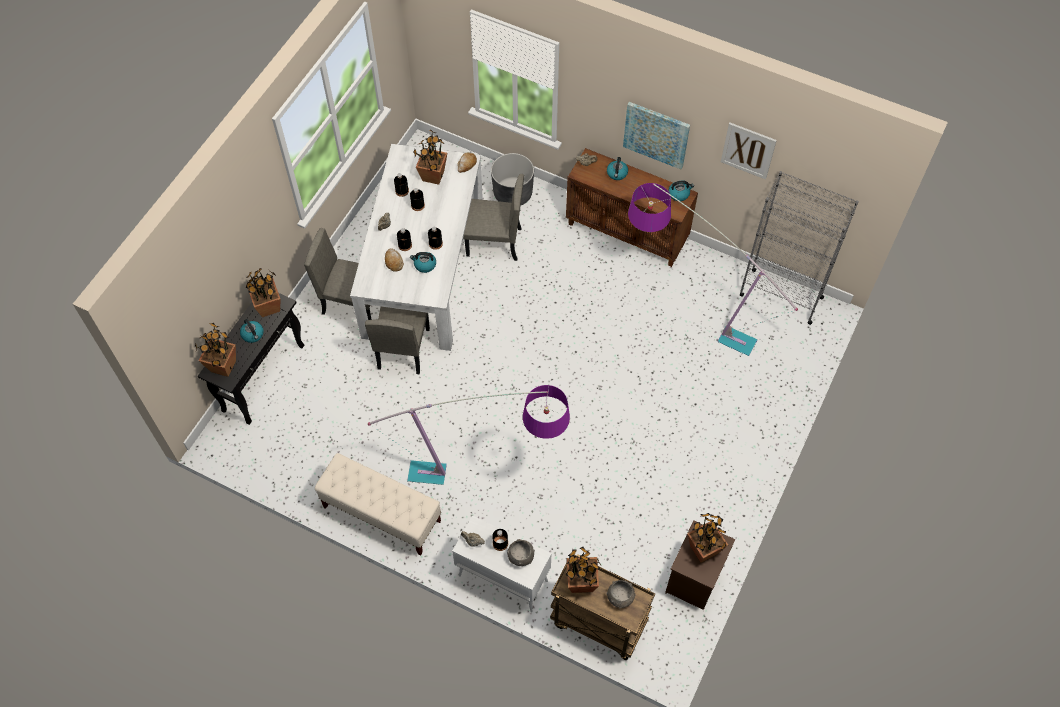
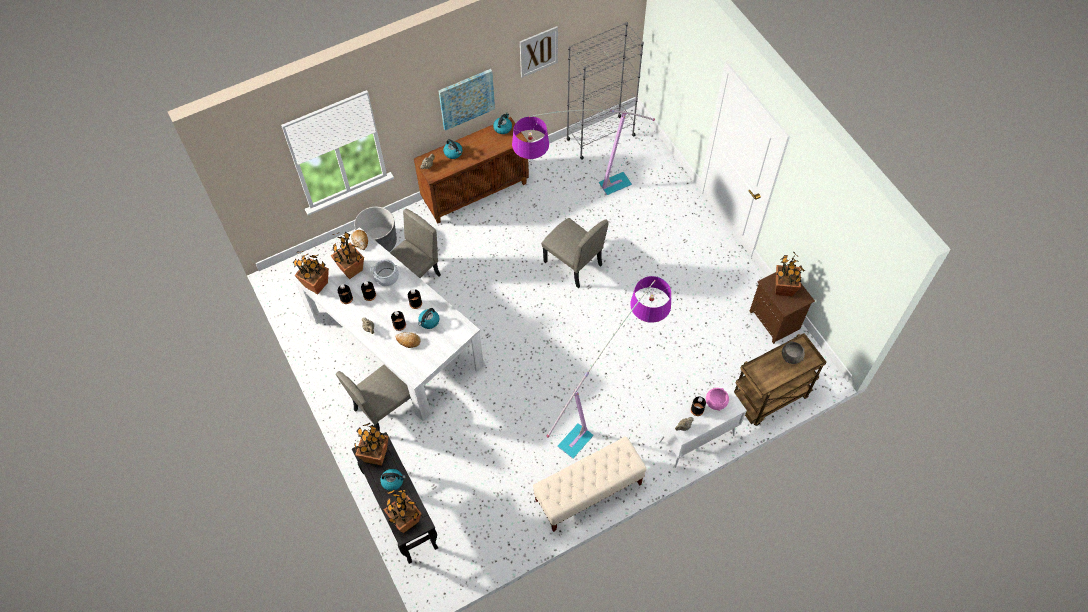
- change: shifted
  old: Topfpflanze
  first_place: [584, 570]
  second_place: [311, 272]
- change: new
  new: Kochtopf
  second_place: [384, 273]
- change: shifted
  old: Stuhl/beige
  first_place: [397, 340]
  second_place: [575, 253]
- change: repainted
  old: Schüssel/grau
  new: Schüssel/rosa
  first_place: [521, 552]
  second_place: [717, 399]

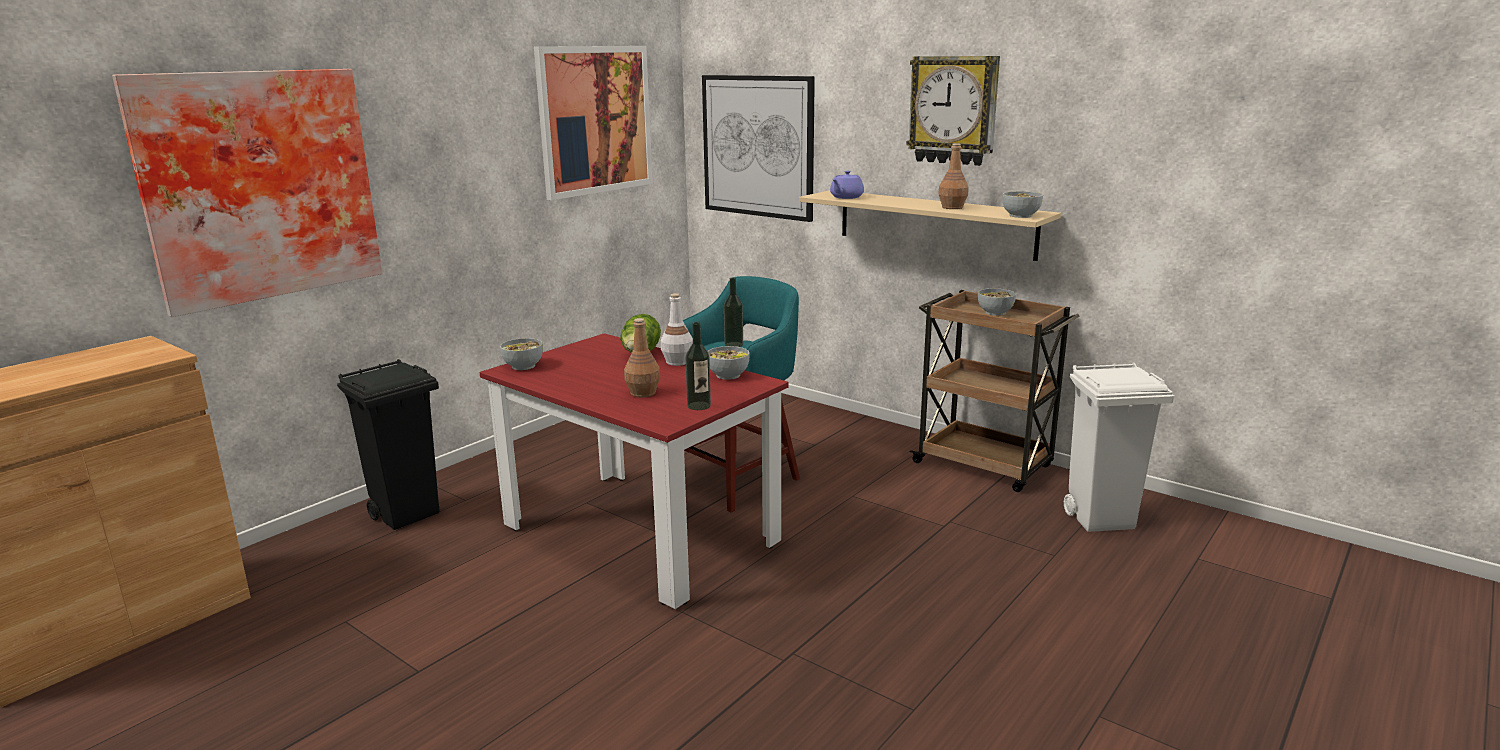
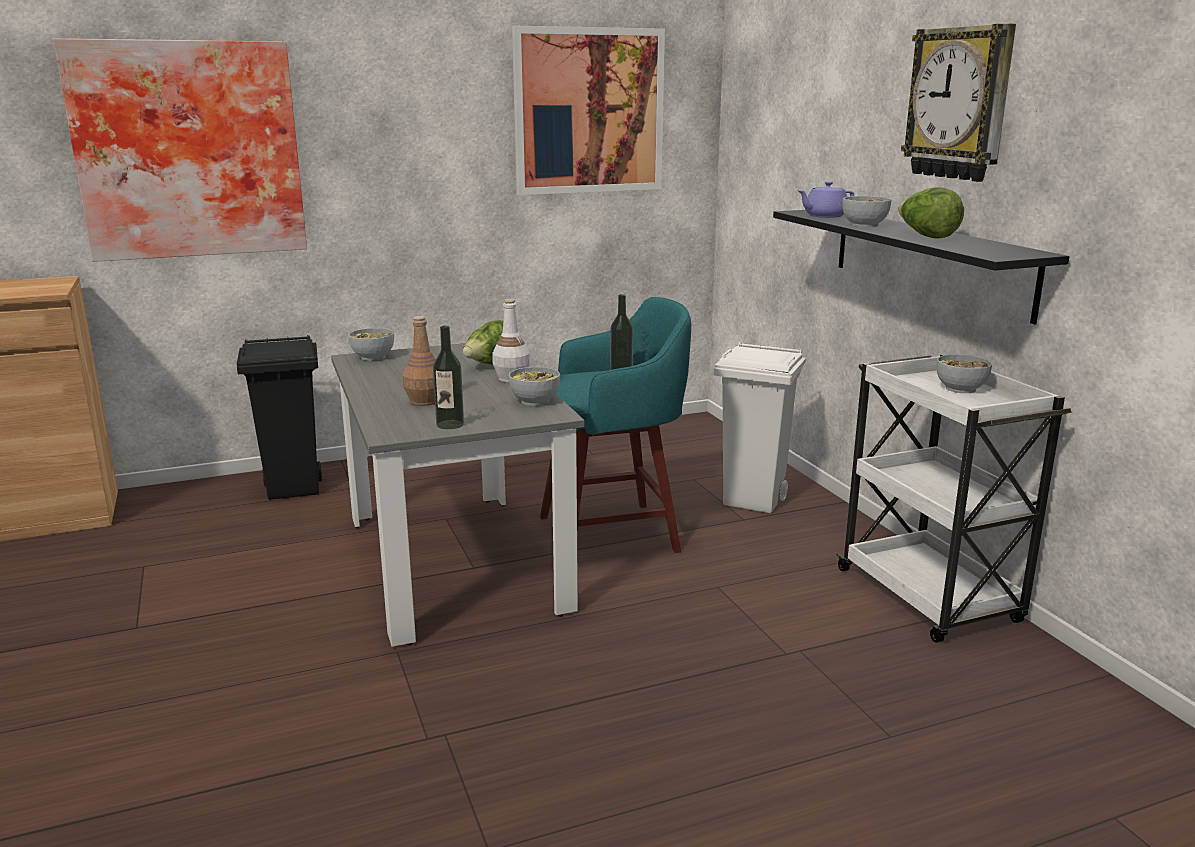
- change: repainted
  old: Esstisch/rot
  new: Esstisch/grau
  first_place: [633, 471]
  second_place: [458, 495]
- change: shifted
  old: Mülleimer/weiß
  first_place: [1119, 447]
  second_place: [760, 427]
- change: repainted
  old: Wandregal/beige
  new: Wandregal/schwarz
  first_place: [930, 225]
  second_place: [921, 267]
- change: repainted
  old: Rollwagen/braun
  new: Rollwagen/weiß
  first_place: [994, 391]
  second_place: [953, 498]
- change: shifted
  old: Schüssel
  first_place: [1022, 204]
  second_place: [866, 211]
- change: swapped
  old: Flasche/braun
  new: Salatkopf
  first_place: [953, 176]
  second_place: [931, 213]
- change: gone
  old: Bild
  first_place: [758, 148]

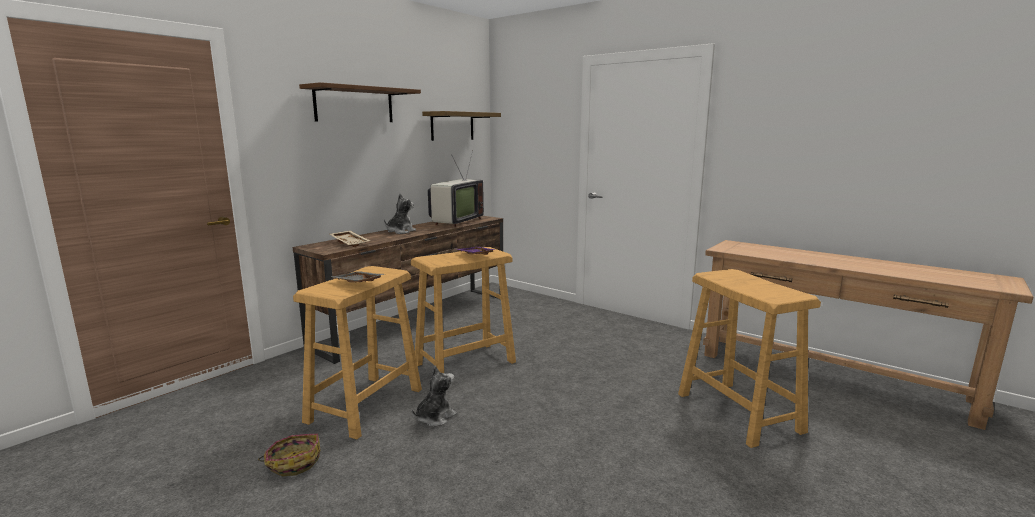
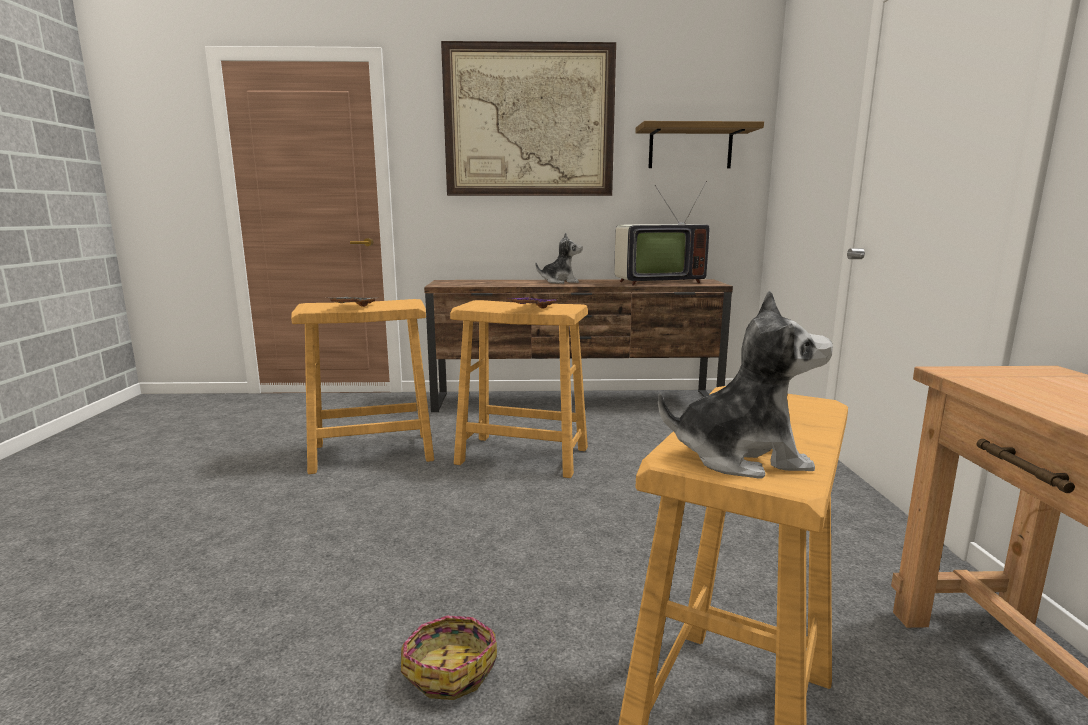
- change: shifted
  old: Korb
  first_place: [289, 455]
  second_place: [449, 658]
- change: swapped
  old: Wandregal/braun
  new: Bild
  first_place: [360, 102]
  second_place: [528, 118]
- change: shifted
  old: Plüschtier
  first_place: [434, 396]
  second_place: [745, 384]
- change: gone
  old: Tablett/beige
  first_place: [350, 239]

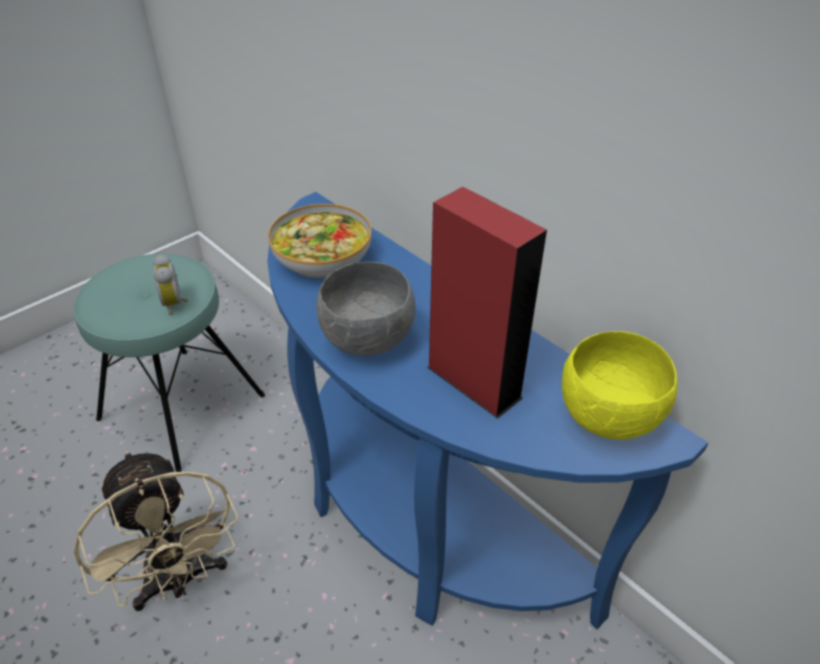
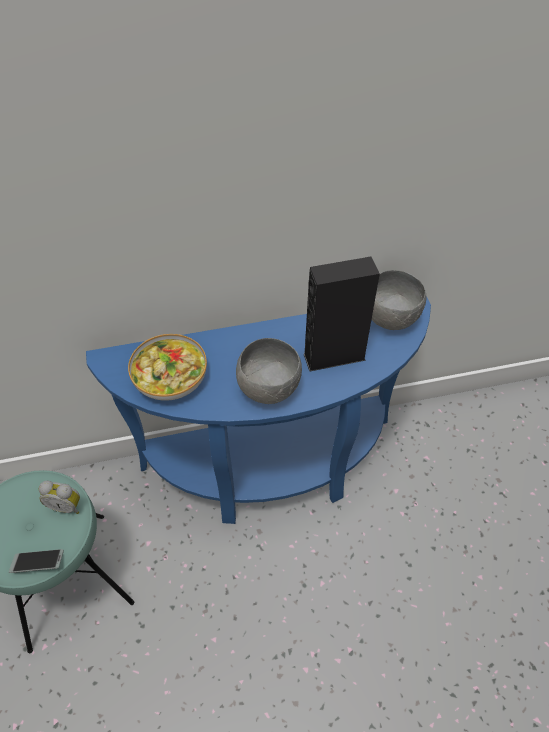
- change: new
  new: Handy
  second_place: [36, 561]
- change: repainted
  old: Lautsprecher/rot
  new: Lautsprecher/schwarz
  first_place: [487, 303]
  second_place: [342, 314]
- change: repainted
  old: Schüssel/gelb
  new: Schüssel/grau
  first_place: [620, 385]
  second_place: [399, 300]
- change: gone
  old: Ventilator/beige
  first_place: [156, 531]

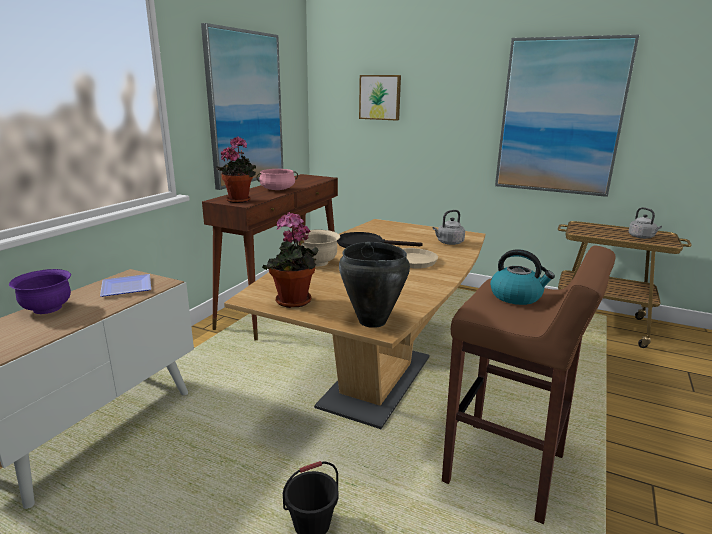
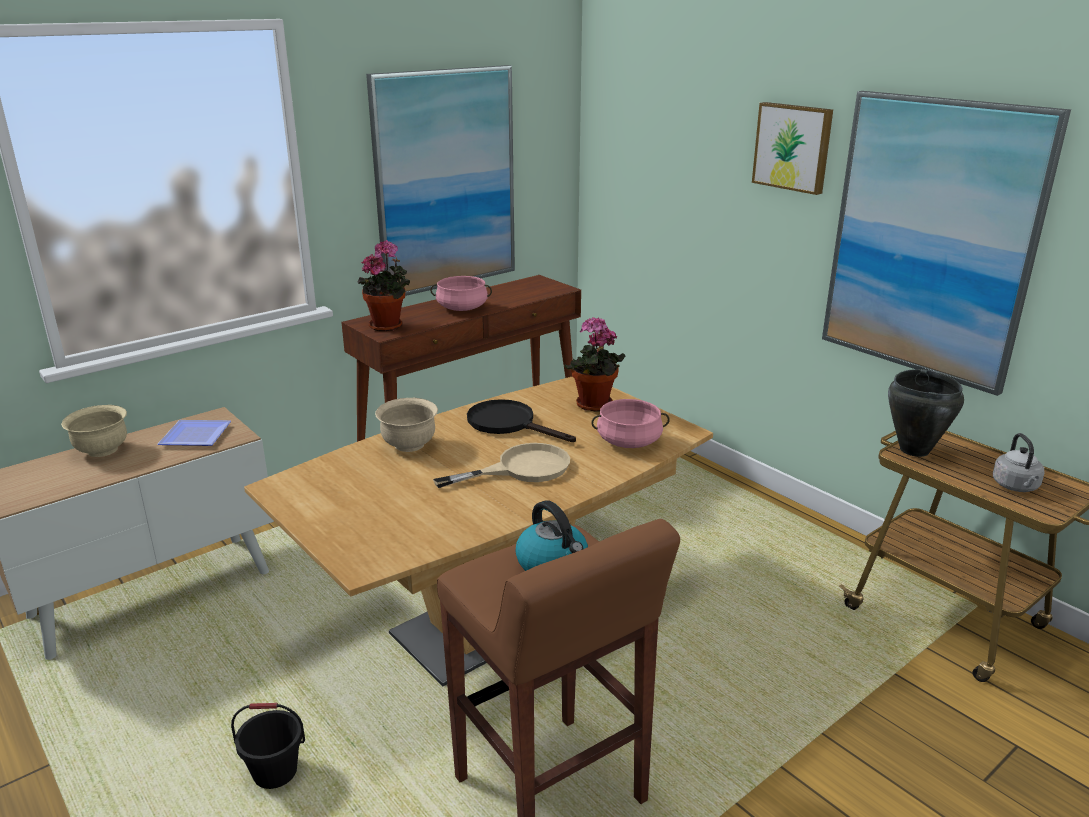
- change: repainted
  old: Schüssel/lila
  new: Schüssel/beige
  first_place: [40, 291]
  second_place: [94, 431]
- change: shifted
  old: Topfpflanze
  first_place: [290, 260]
  second_place: [594, 364]
- change: swapped
  old: Wasserkessel/grau
  new: Kochtopf/rosa
  first_place: [449, 227]
  second_place: [630, 423]
- change: shifted
  old: Bild
  first_place: [380, 98]
  second_place: [792, 148]
- change: shifted
  old: Kochtopf/schwarz
  first_place: [374, 285]
  second_place: [926, 413]

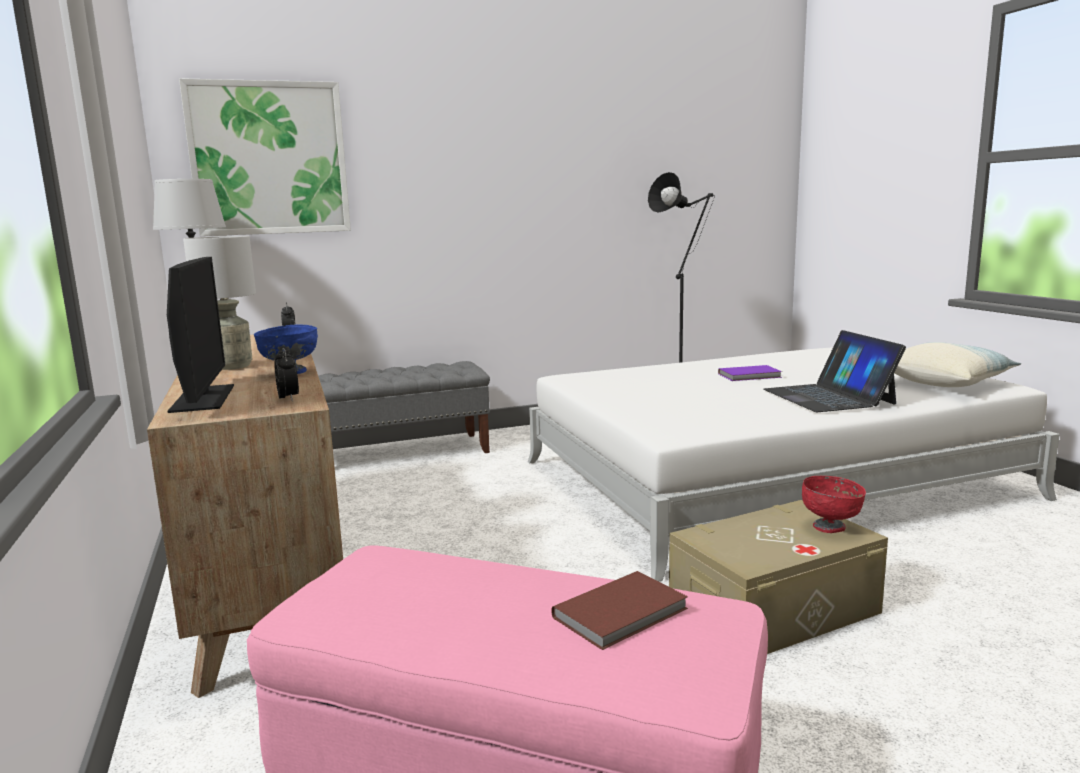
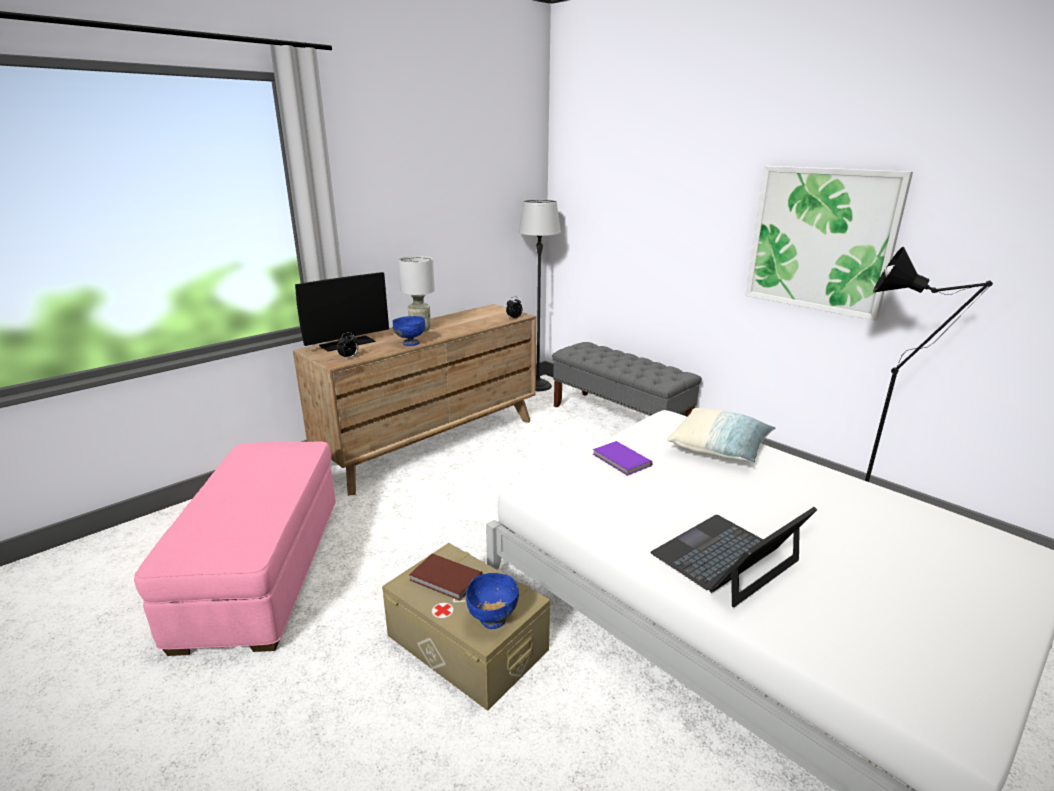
- change: shifted
  old: Buch/braun
  first_place: [619, 610]
  second_place: [445, 577]
- change: repainted
  old: Schüssel/rot
  new: Schüssel/blau
  first_place: [834, 504]
  second_place: [492, 601]
- change: shifted
  old: Buch/lila
  first_place: [750, 373]
  second_place: [623, 458]
- change: shifted
  old: Kissen
  first_place: [957, 364]
  second_place: [721, 435]
- change: shifted
  old: Bild
  first_place: [265, 157]
  second_place: [829, 243]

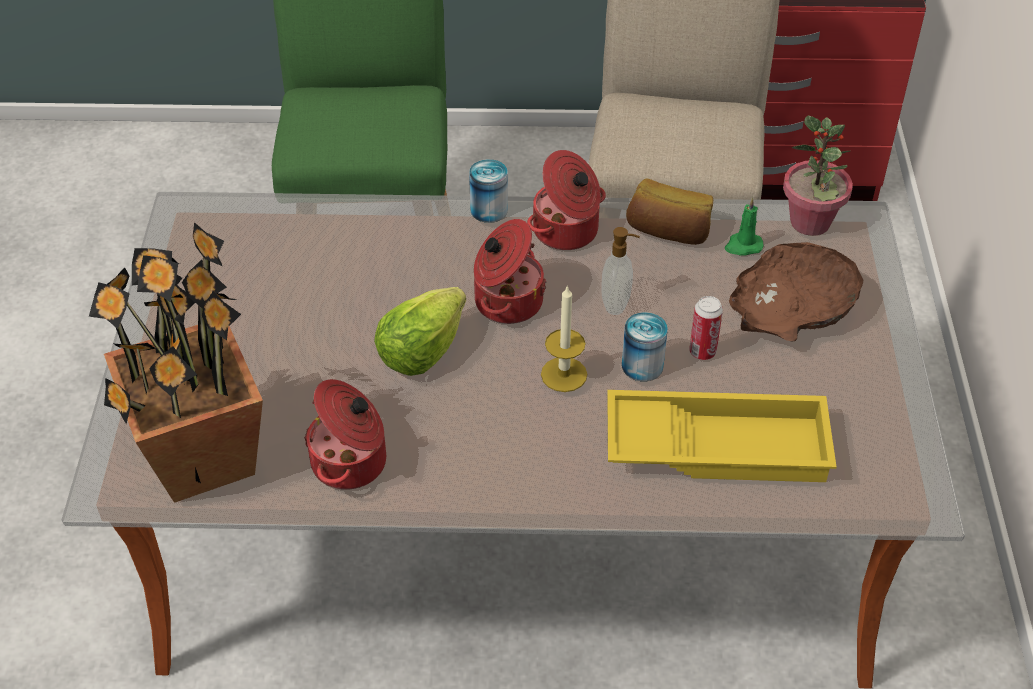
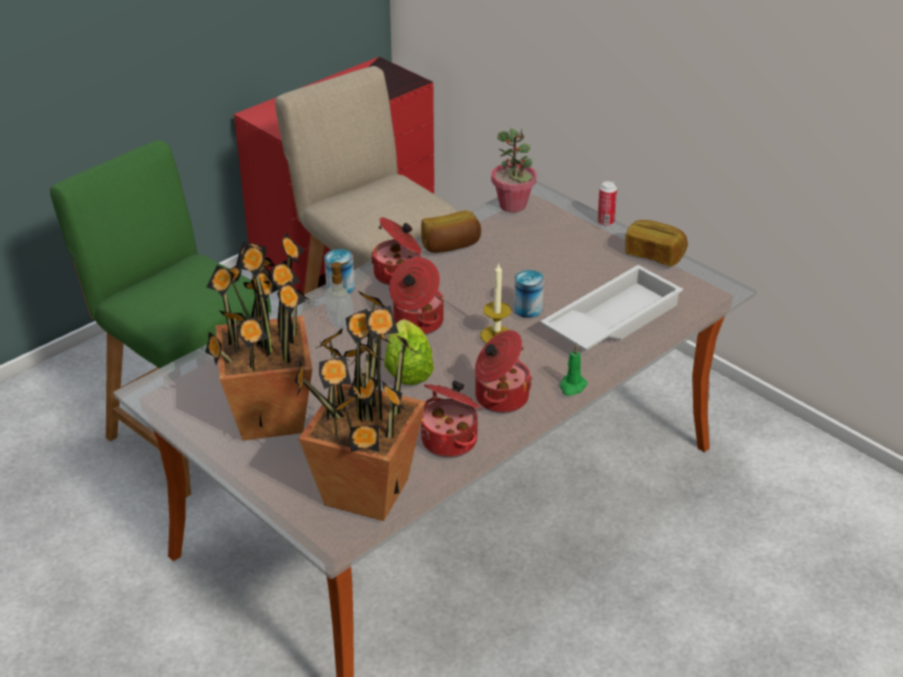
- change: new
  new: Topfpflanze
  second_place: [258, 336]
- change: shifted
  old: Seifenspender
  first_place: [620, 271]
  second_place: [339, 295]
- change: new
  new: Kochtopf
  second_place: [503, 371]
- change: repainted
  old: Tablett/gelb
  new: Tablett/weiß
  first_place: [721, 436]
  second_place: [611, 308]
- change: shifted
  old: Kerze/grün
  first_place: [744, 226]
  second_place: [574, 371]
- change: shifted
  old: Dose
  first_place: [706, 328]
  second_place: [607, 203]
- change: new
  new: Brot
  second_place: [656, 243]
- change: gone
  old: Schüssel/braun
  first_place: [796, 291]

